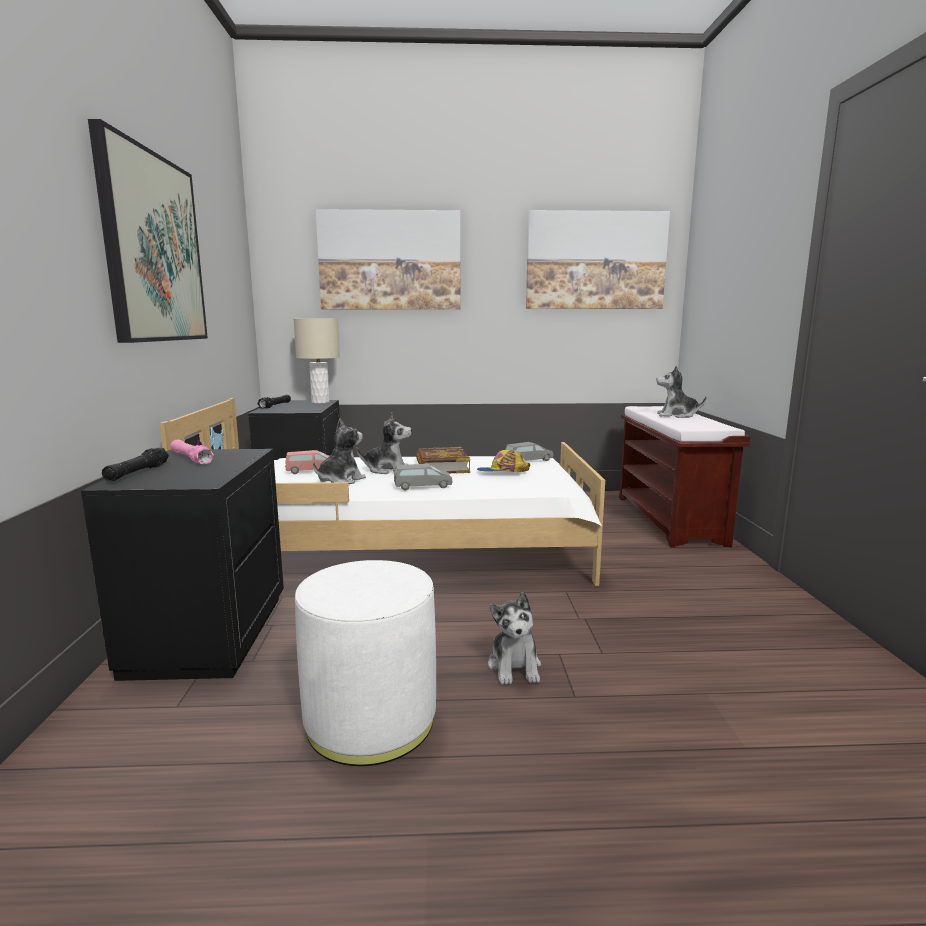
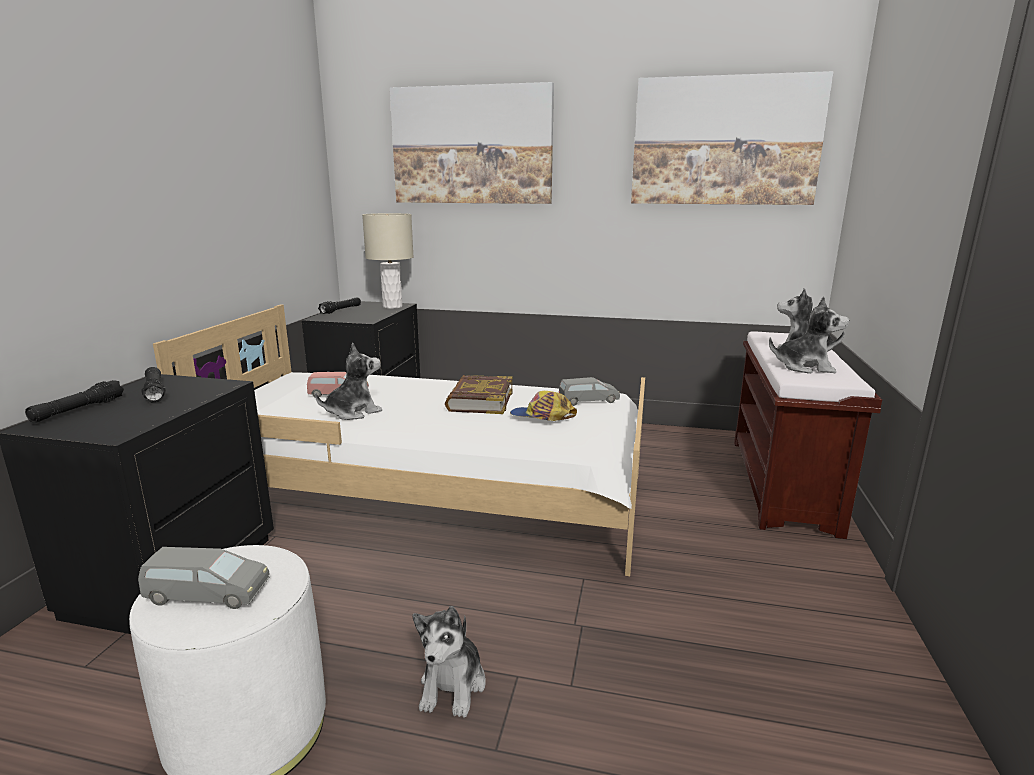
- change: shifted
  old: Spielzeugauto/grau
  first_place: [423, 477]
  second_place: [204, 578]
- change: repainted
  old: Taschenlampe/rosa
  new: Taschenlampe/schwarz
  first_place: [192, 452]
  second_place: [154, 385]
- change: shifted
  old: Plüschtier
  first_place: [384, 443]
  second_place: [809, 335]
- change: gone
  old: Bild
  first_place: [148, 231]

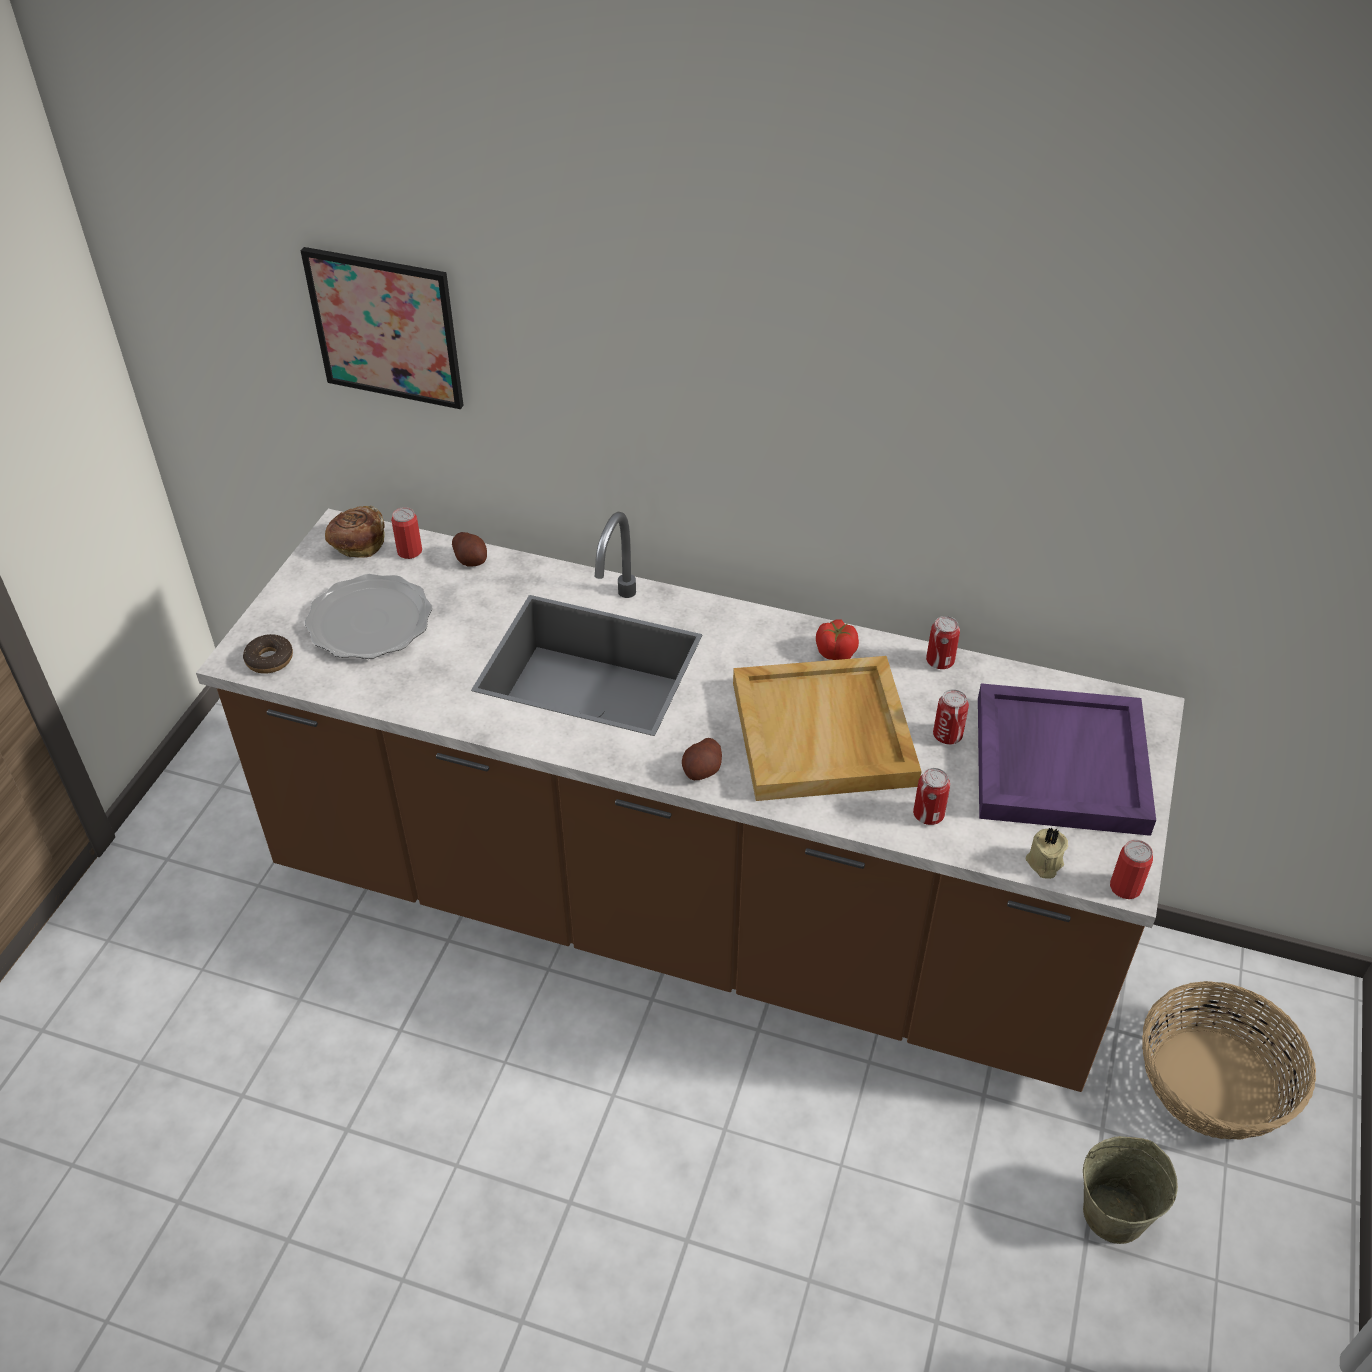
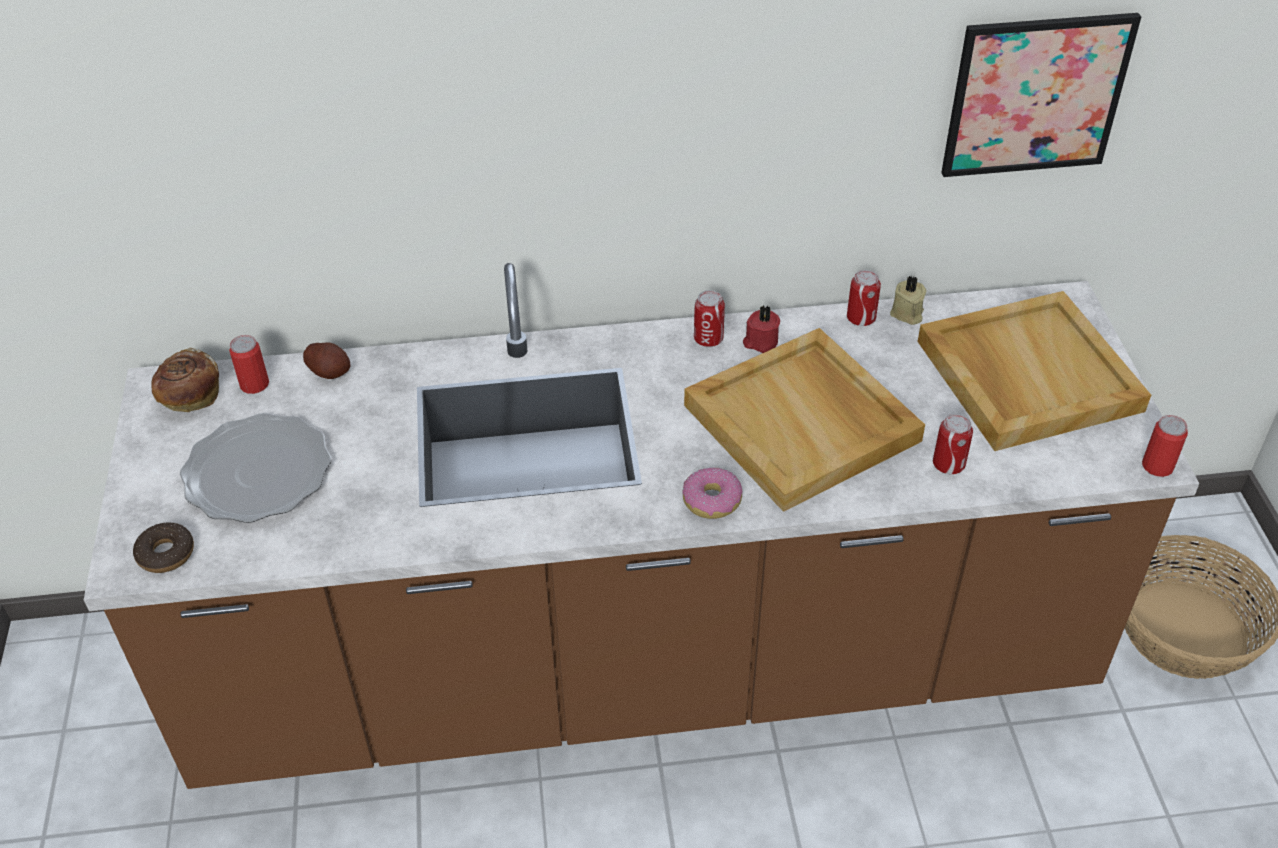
- change: swapped
  old: Kartoffel
  new: Donut
  first_place: [702, 759]
  second_place: [712, 493]
- change: shifted
  old: Dose
  first_place: [951, 716]
  second_place: [709, 318]
- change: swapped
  old: Tomate
  new: Kerze/rot
  first_place: [837, 639]
  second_place: [761, 329]
- change: shifted
  old: Kerze/beige
  first_place: [1047, 853]
  second_place: [908, 300]
- change: repainted
  old: Tablett/lila
  new: Tablett/beige
  first_place: [1067, 759]
  second_place: [1034, 371]
- change: shifted
  old: Bild
  first_place: [382, 328]
  second_place: [1041, 95]
- change: gone
  old: Eimer/beige
  first_place: [1130, 1190]

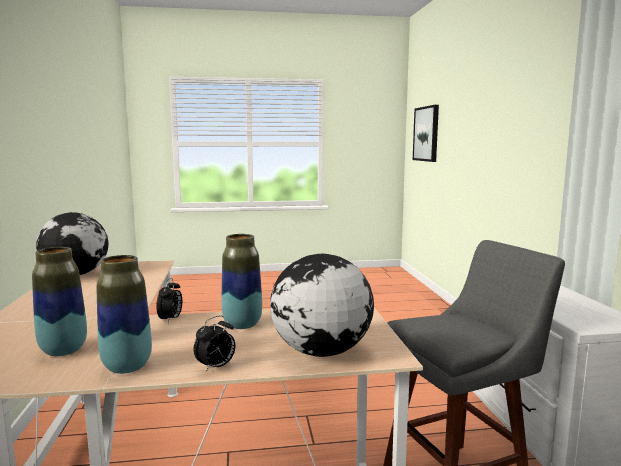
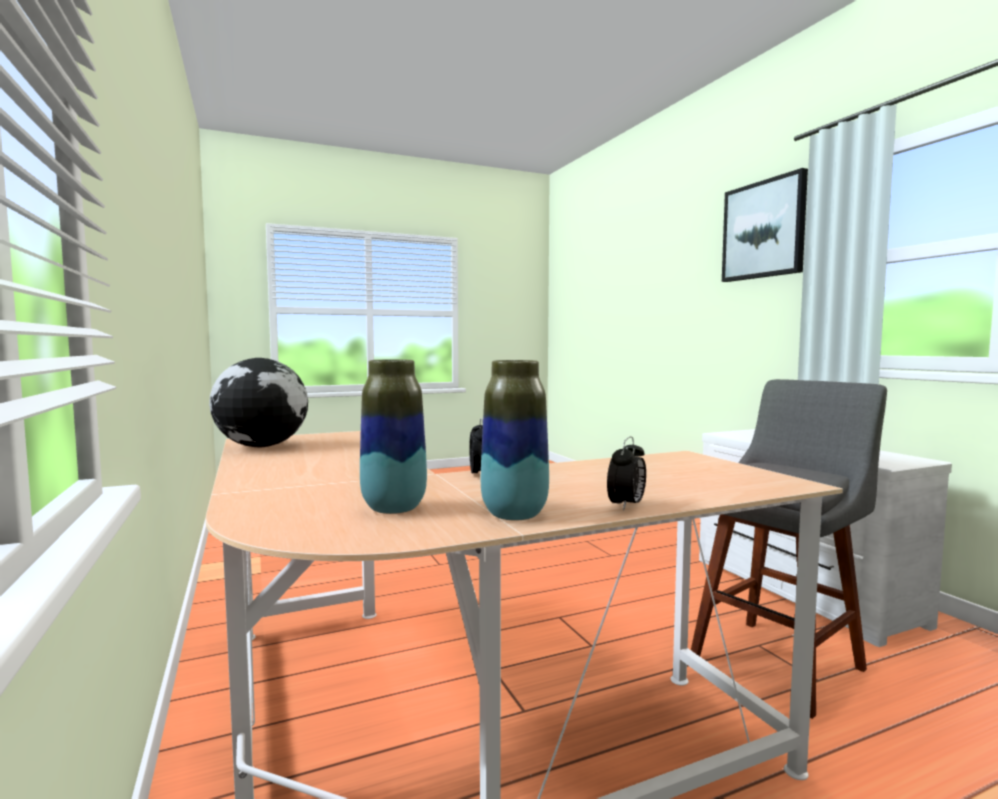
- change: shifted
  old: Bild
  first_place: [426, 133]
  second_place: [765, 225]
- change: gone
  old: Vase
  first_place: [241, 281]
- change: gone
  old: Globus
  first_place: [322, 305]

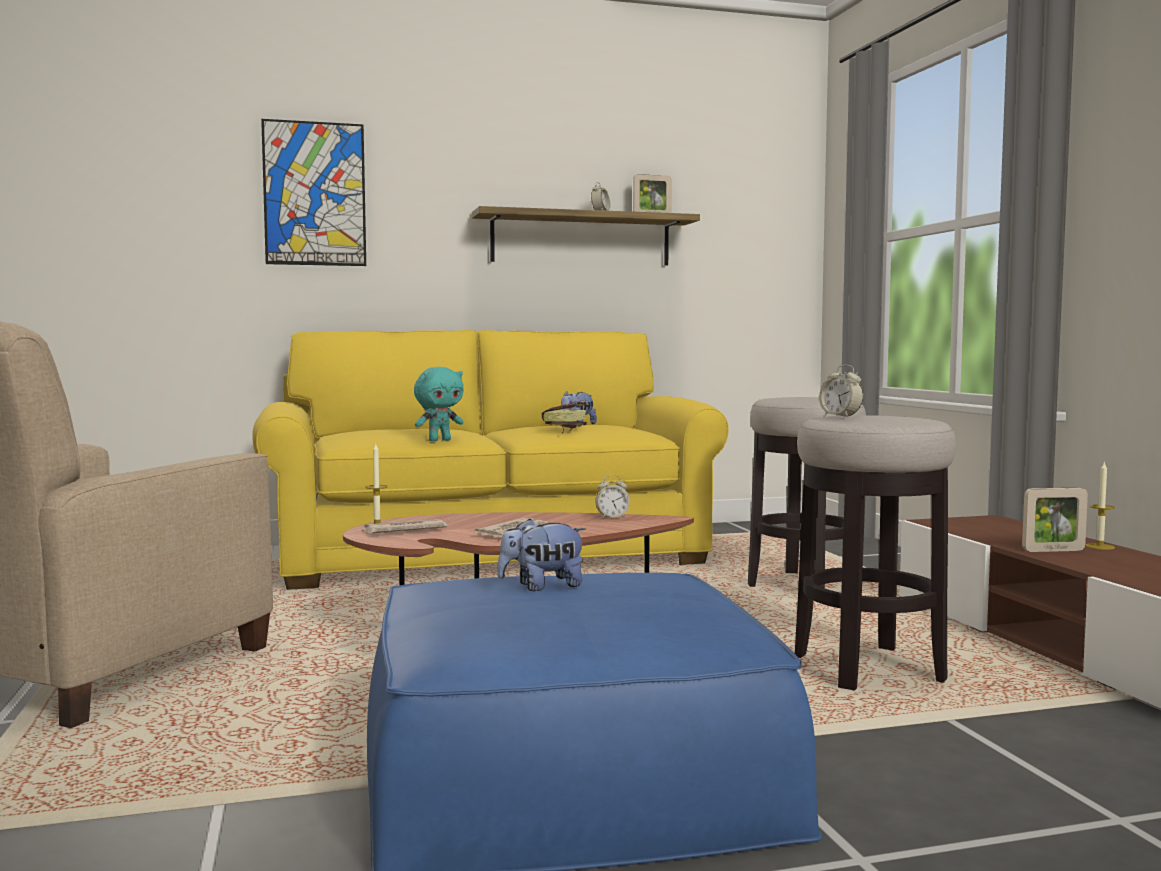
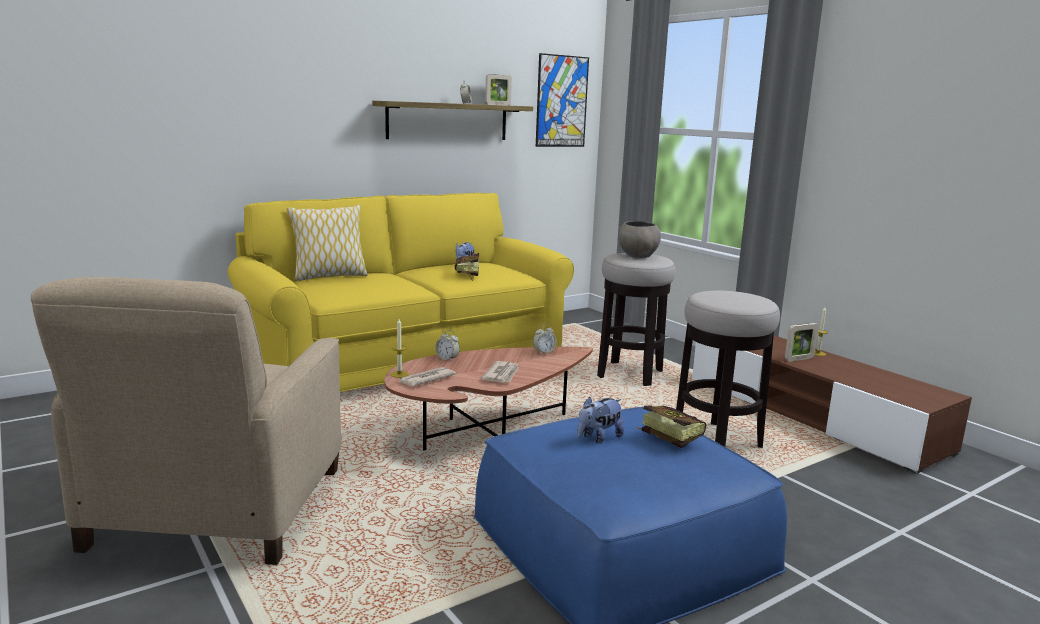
- change: new
  new: Kissen
  second_place: [327, 243]
- change: shifted
  old: Wecker
  first_place: [841, 391]
  second_place: [447, 345]
- change: shifted
  old: Bild
  first_place: [313, 192]
  second_place: [562, 100]
- change: new
  new: Schüssel/grau
  second_place: [640, 239]
- change: new
  new: Buch
  second_place: [671, 426]
- change: gone
  old: Plüschtier/türkis
  first_place: [439, 404]

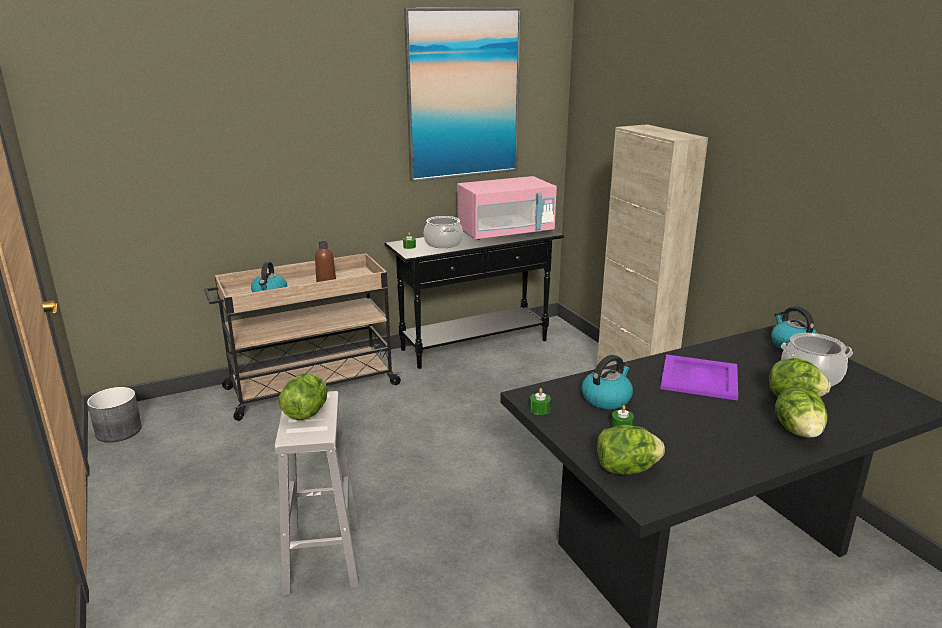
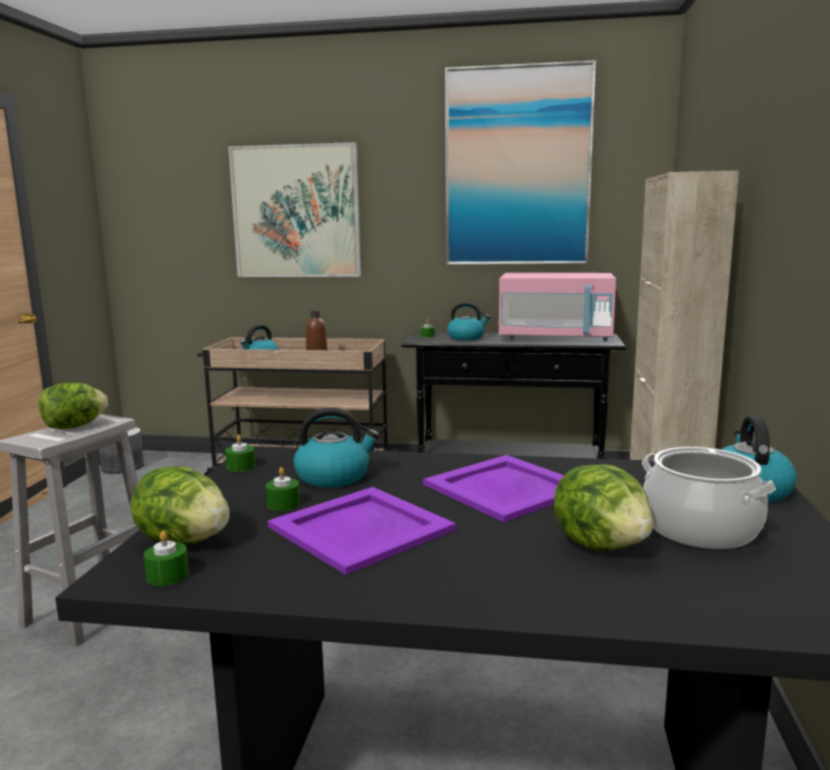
- change: new
  new: Kerze/grün
  second_place: [166, 558]
- change: new
  new: Bild
  second_place: [294, 209]
- change: new
  new: Tablett/lila
  second_place: [362, 531]
- change: swapped
  old: Kochtopf
  new: Wasserkessel
  first_place: [443, 232]
  second_place: [468, 321]
- change: gone
  old: Salatkopf
  first_place: [801, 412]

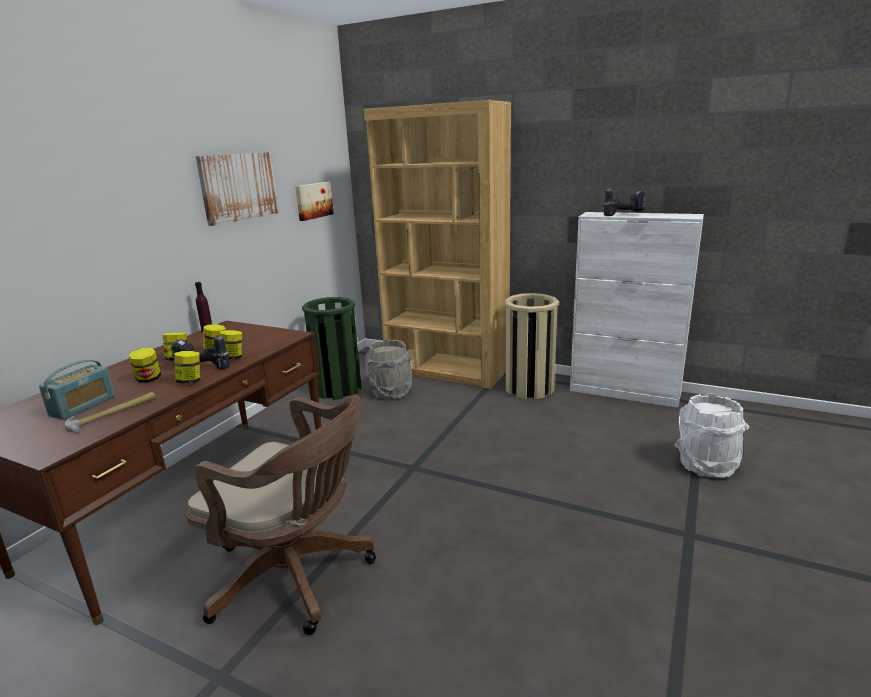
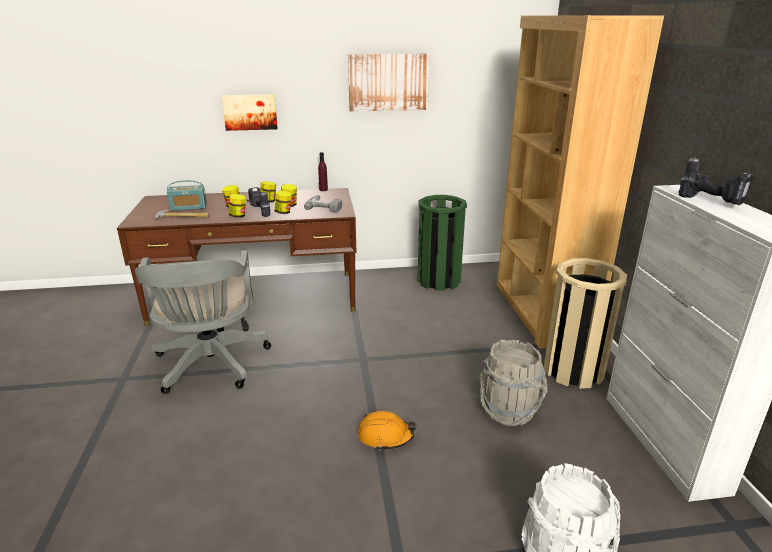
- change: repainted
  old: Bürostuhl/braun
  new: Bürostuhl/grau
  first_place: [281, 514]
  second_place: [203, 322]
- change: shifted
  old: Bild
  first_place: [314, 201]
  second_place: [250, 112]
- change: new
  new: Bohrmaschine
  second_place: [323, 204]
- change: new
  new: Schutzhelm/orange
  second_place: [387, 431]
- change: shifted
  old: Eimer/grau
  first_place: [388, 369]
  second_place: [512, 383]

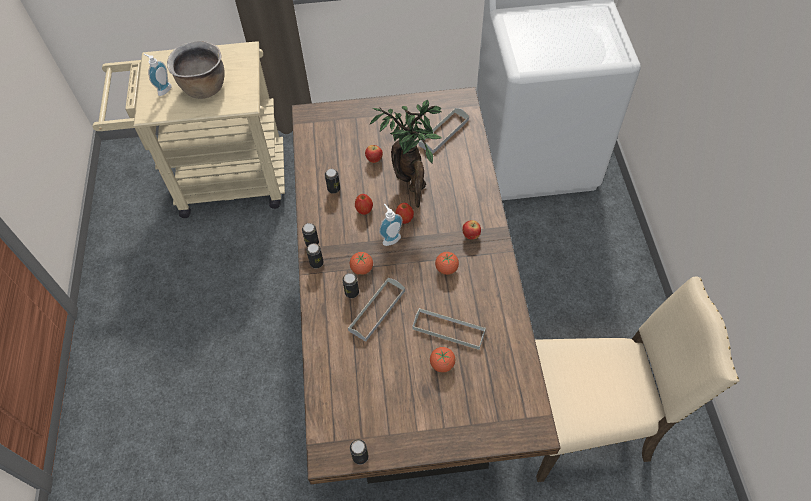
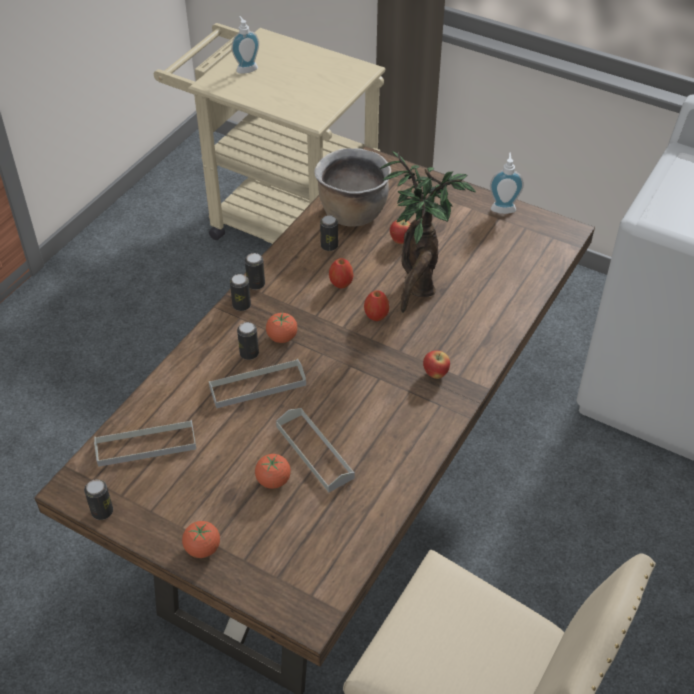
- change: shifted
  old: Tablett/grau
  first_place: [443, 131]
  second_place: [145, 443]
- change: shifted
  old: Tomate
  first_place: [447, 263]
  second_place: [201, 539]
- change: shifted
  old: Kochtopf/braun
  first_place: [196, 70]
  second_place: [352, 187]
- change: shifted
  old: Seifenspender
  first_place: [391, 225]
  second_place: [507, 183]

